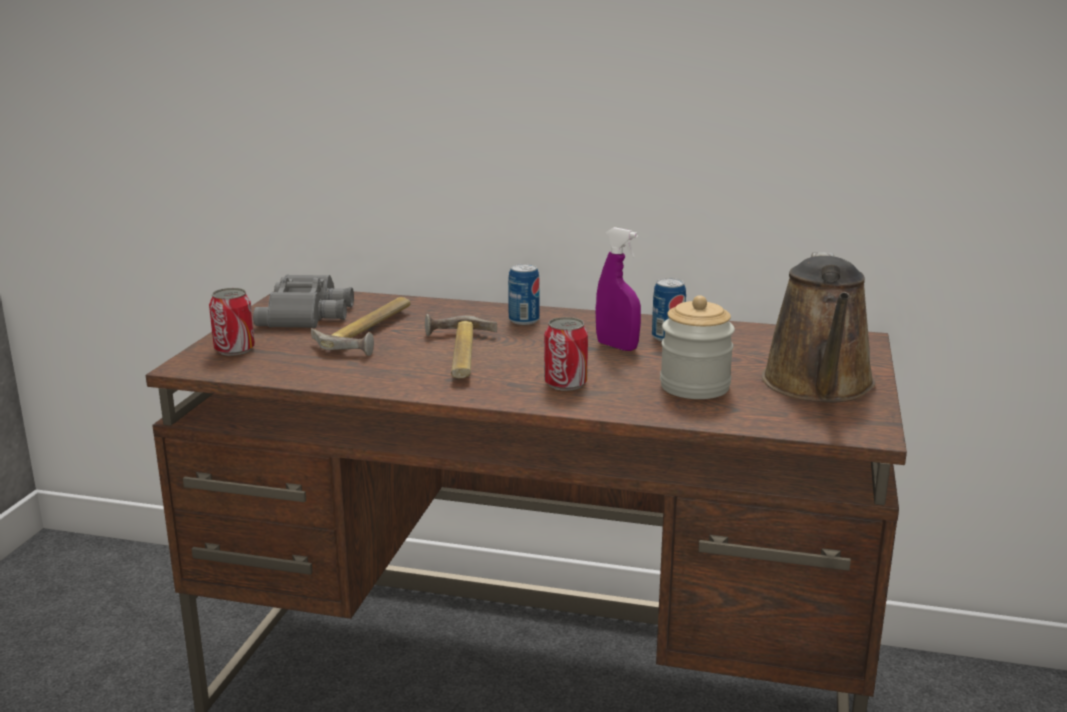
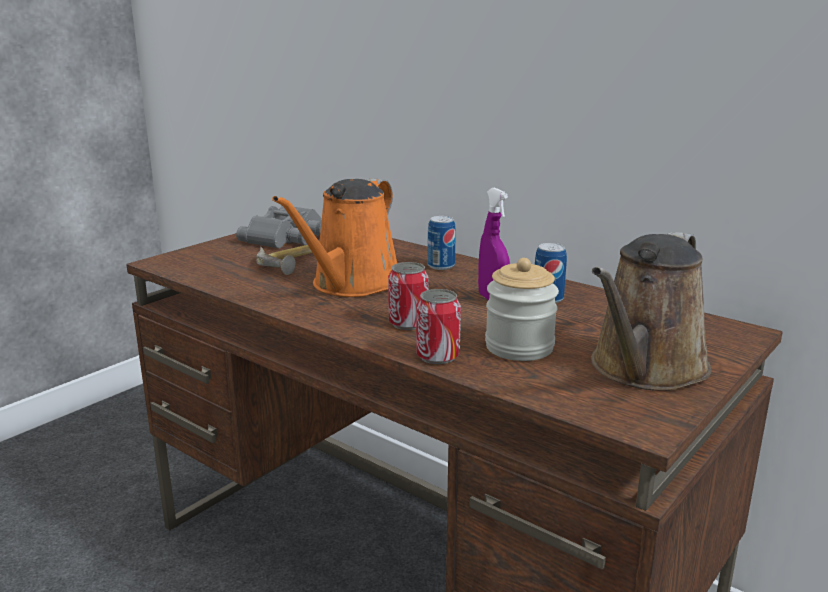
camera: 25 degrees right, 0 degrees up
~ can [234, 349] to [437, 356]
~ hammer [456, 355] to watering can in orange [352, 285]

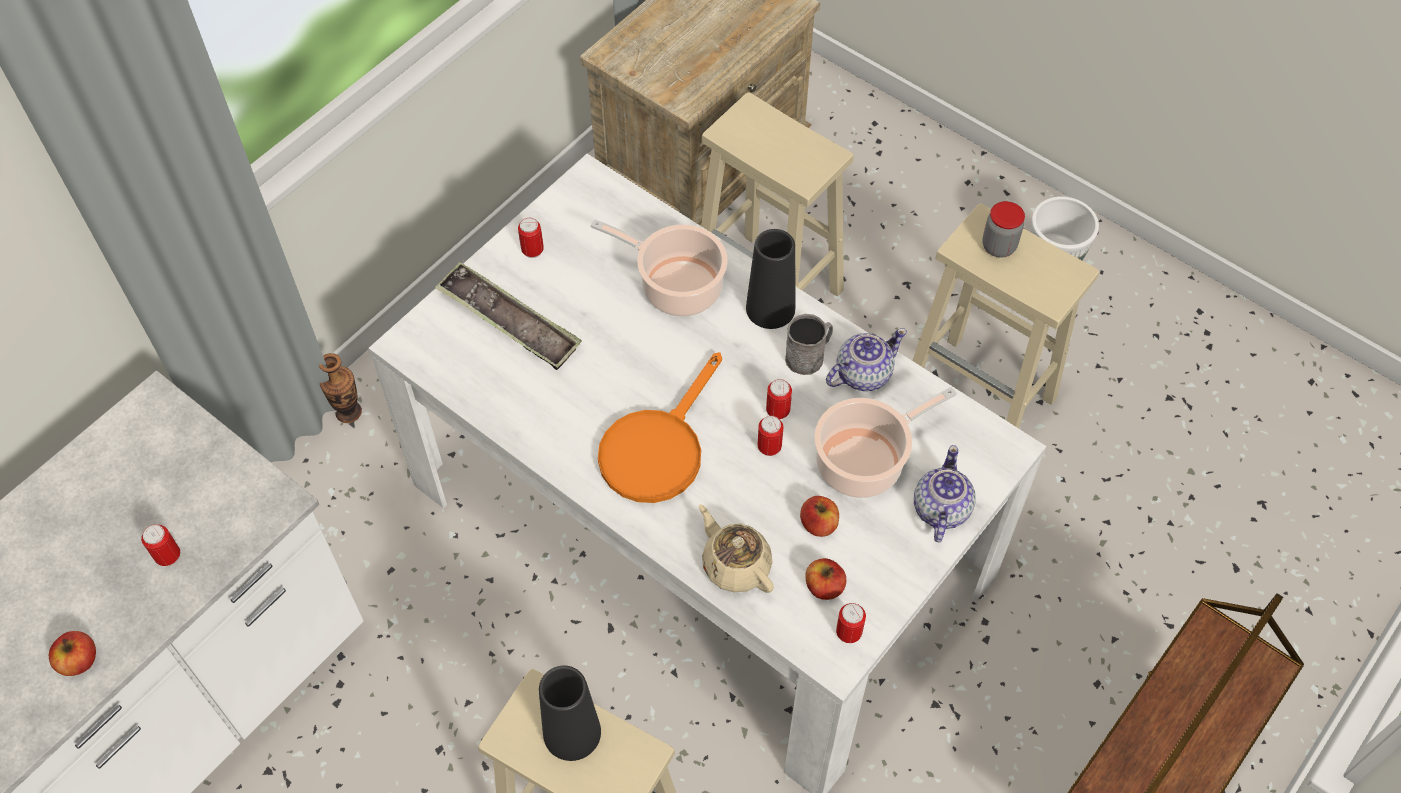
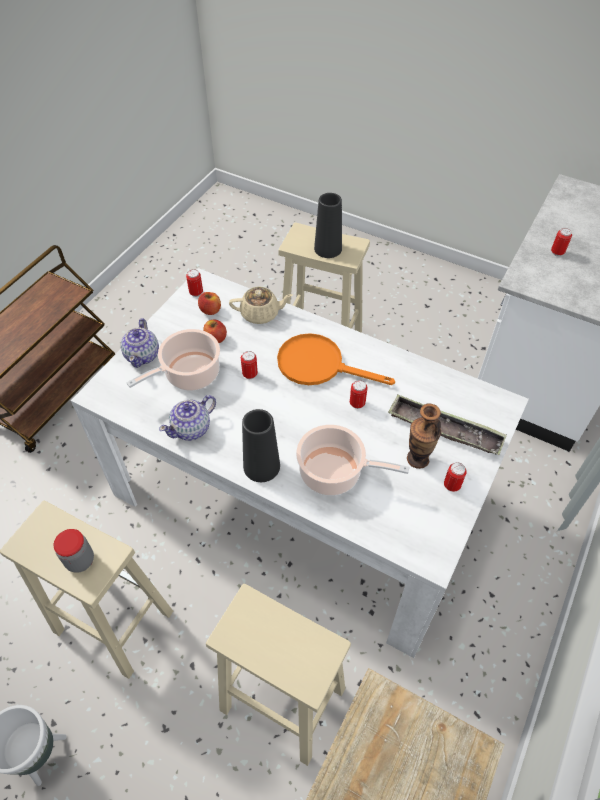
camera: 170 degrees right, 5 degrees down
- apple [79, 661]
~ vase [348, 412] to [417, 459]
~ frying pan in orange [657, 447] = [319, 365] 90 degrees counterclockwise
~ teapot in beige [735, 564] = [261, 314] 45 degrees counterclockwise
~ can [777, 411] to [357, 403]
- mug in grey [809, 356]

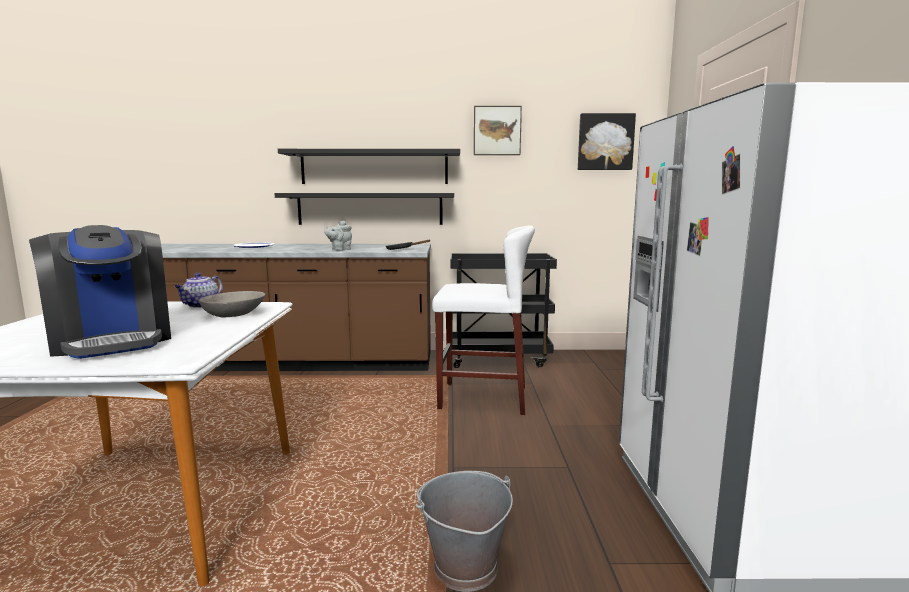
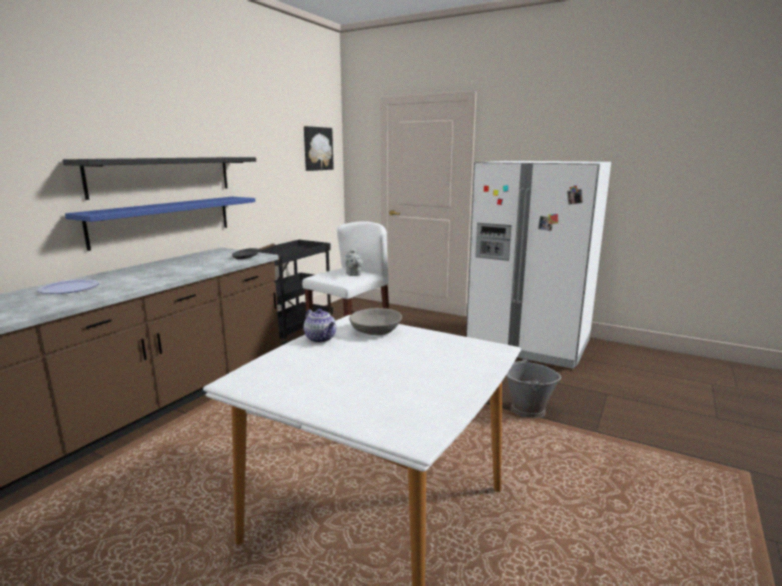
camera: 60 degrees left, 5 degrees up
- coffee machine [112, 341]
~ shelf in black [370, 208] to shelf in blue [163, 220]
~ teapot in grey [340, 249] to [353, 274]
- picture [497, 131]

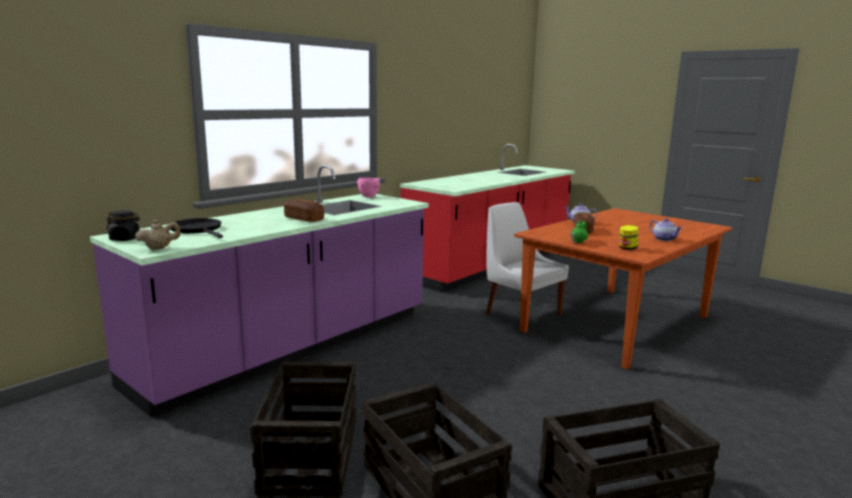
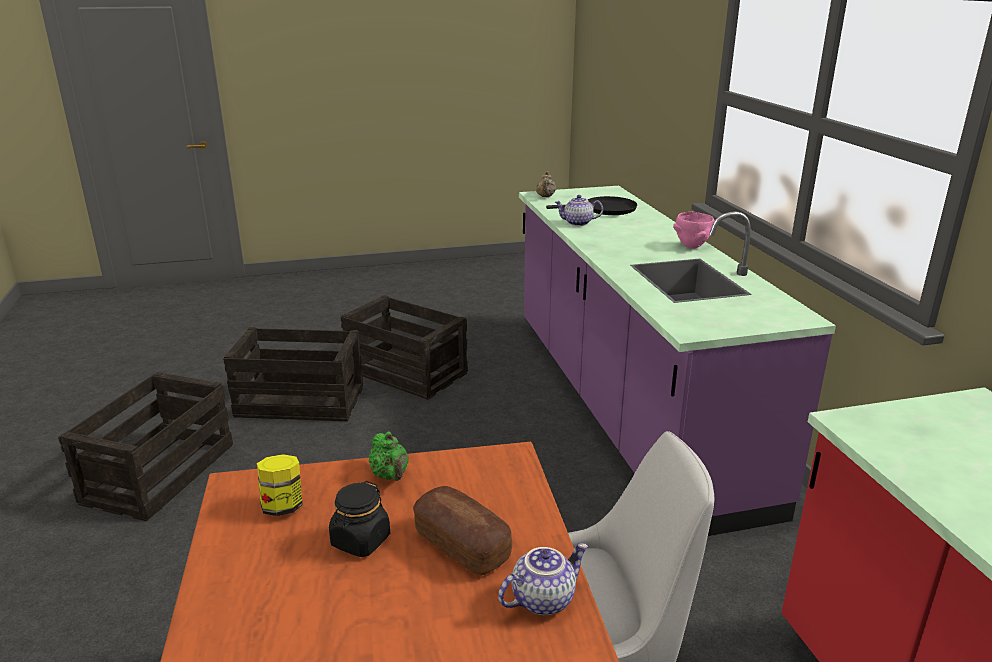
camera: 125 degrees right, 10 degrees up
~ jar in black [125, 239] to [360, 541]
- bread [304, 219]
~ bowl in pink [369, 197] to [691, 246]
~ teapot [664, 239] to [577, 223]

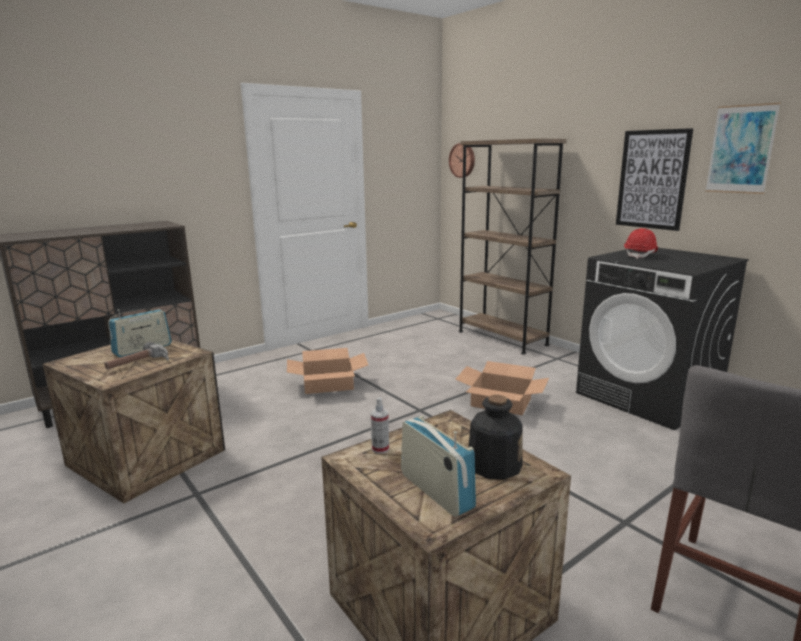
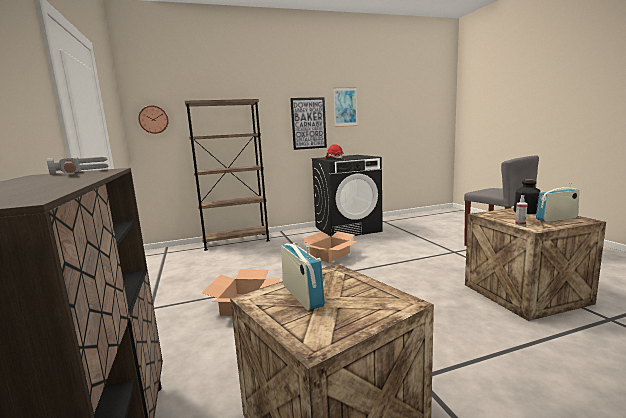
camera: 70 degrees left, 5 degrees down
~ hammer [140, 364] to [81, 173]

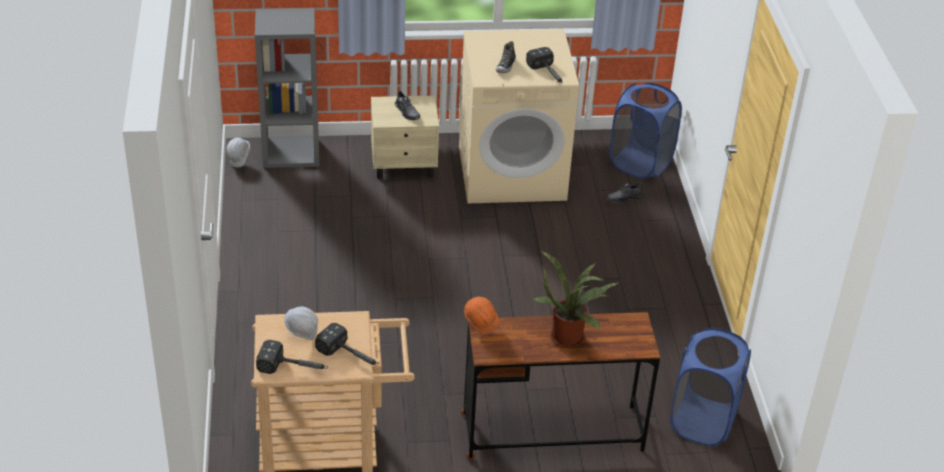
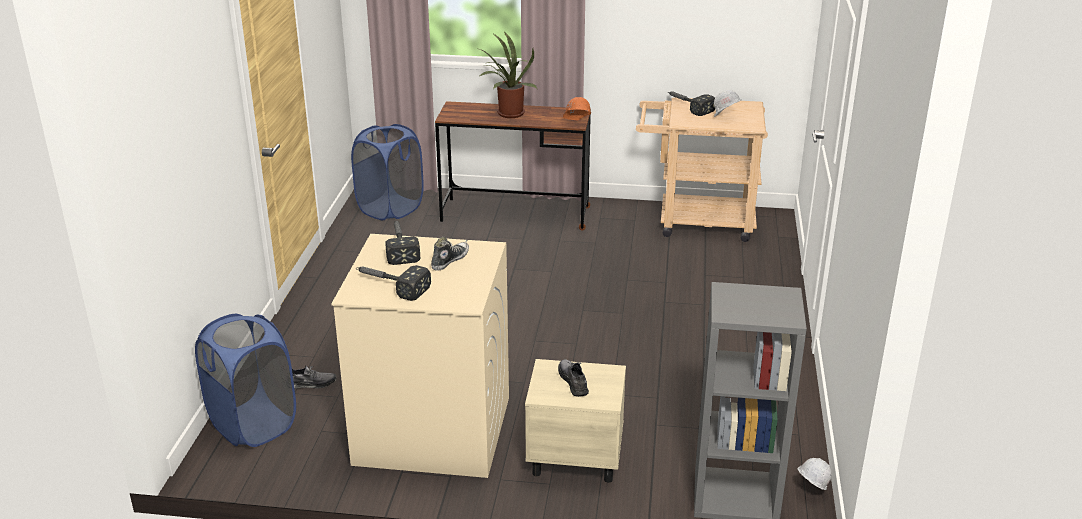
camera: 165 degrees left, 10 degrees down
~ hammer [294, 368] to [389, 285]

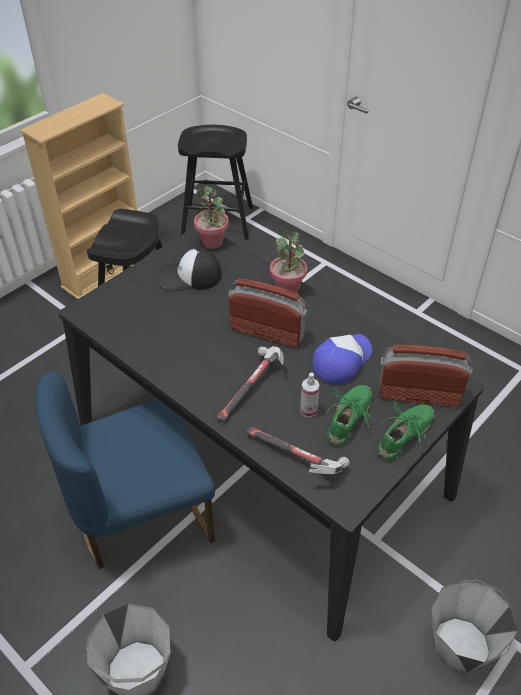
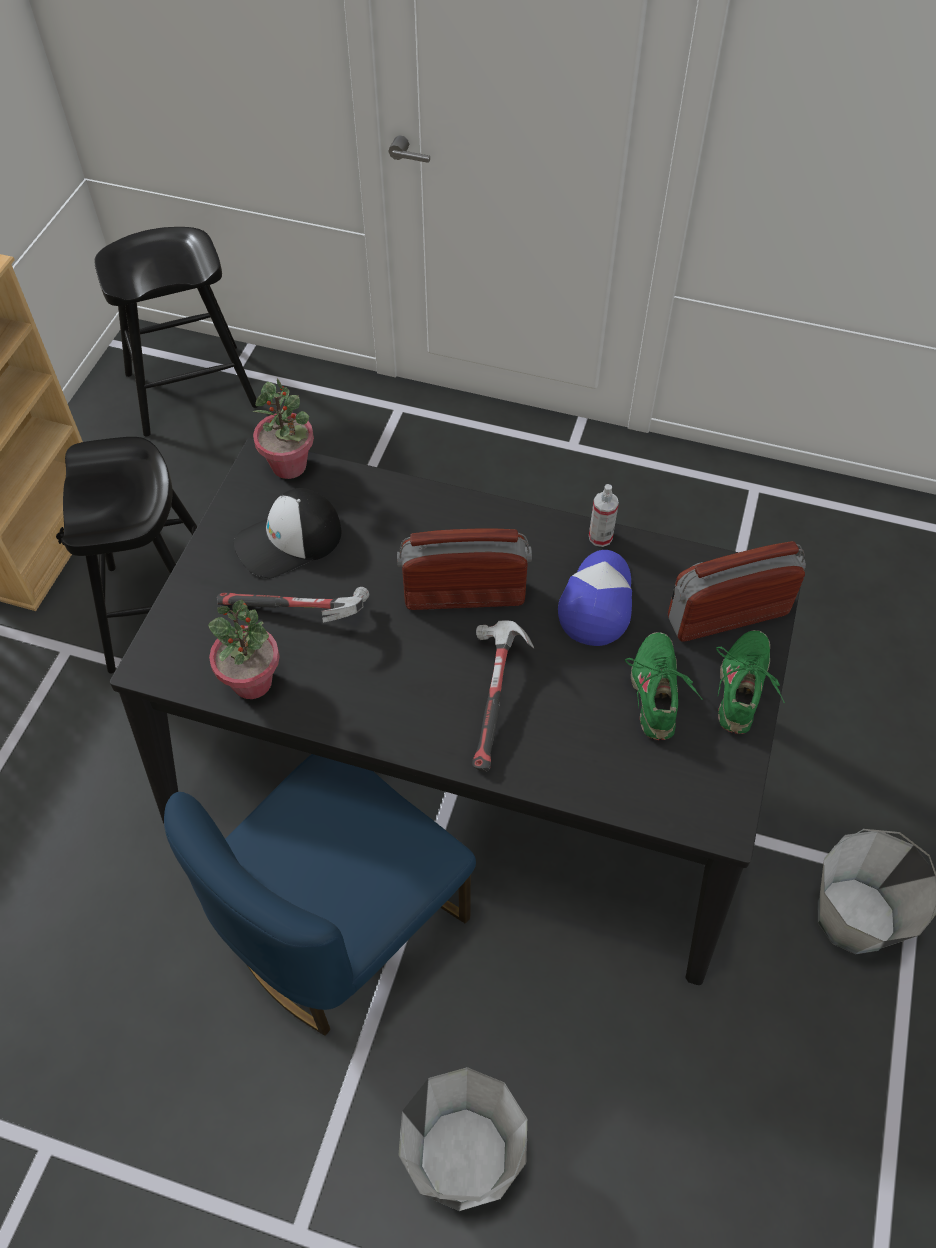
camera: 25 degrees left, 10 degrees up
~ hammer [296, 459] to [297, 613]
~ potted plant [287, 289] to [252, 681]
~ spray bottle [308, 410] to [600, 537]

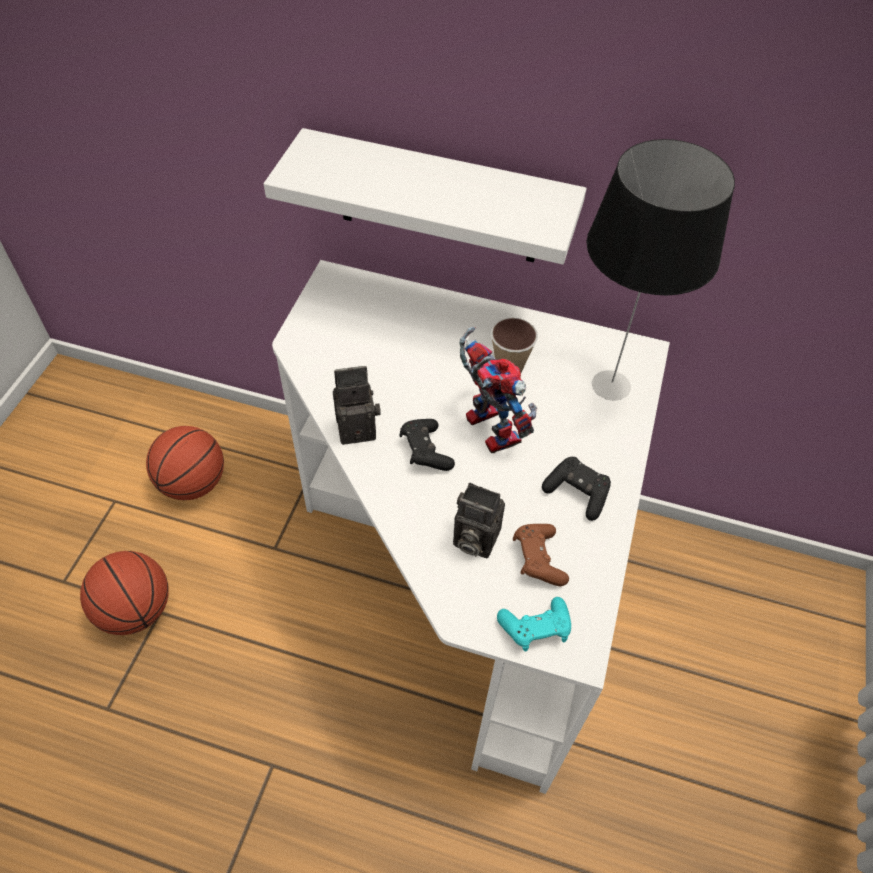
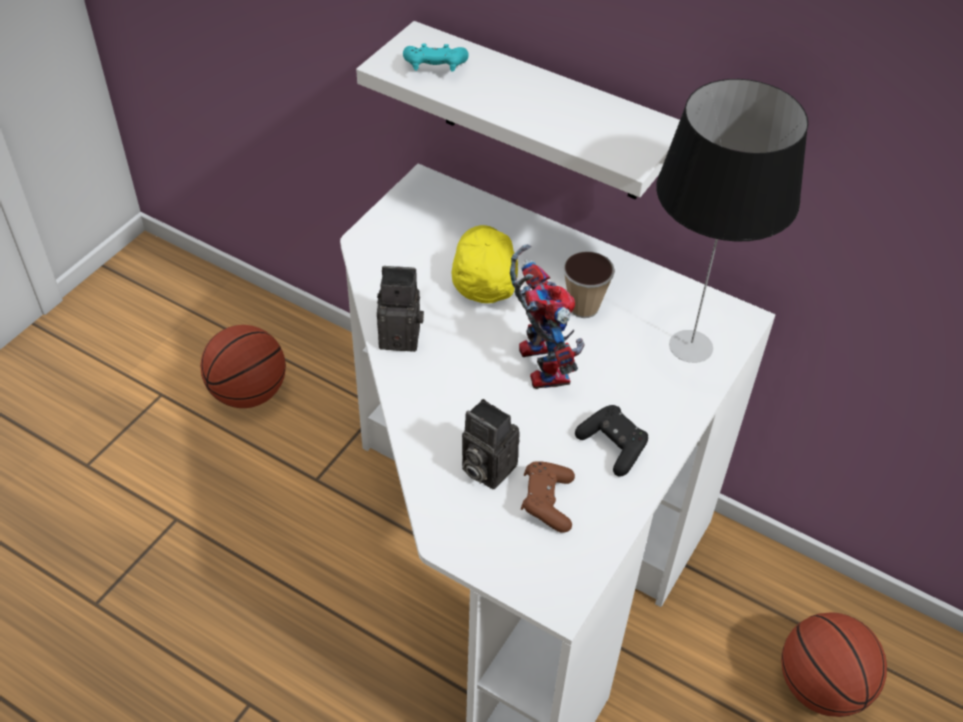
camera: 15 degrees right, 5 degrees down
~ basketball [136, 610] to [820, 686]
- game controller in black [425, 452]
~ game controller in turquoise [535, 629] to [435, 69]
+ cap in yellow [483, 272]

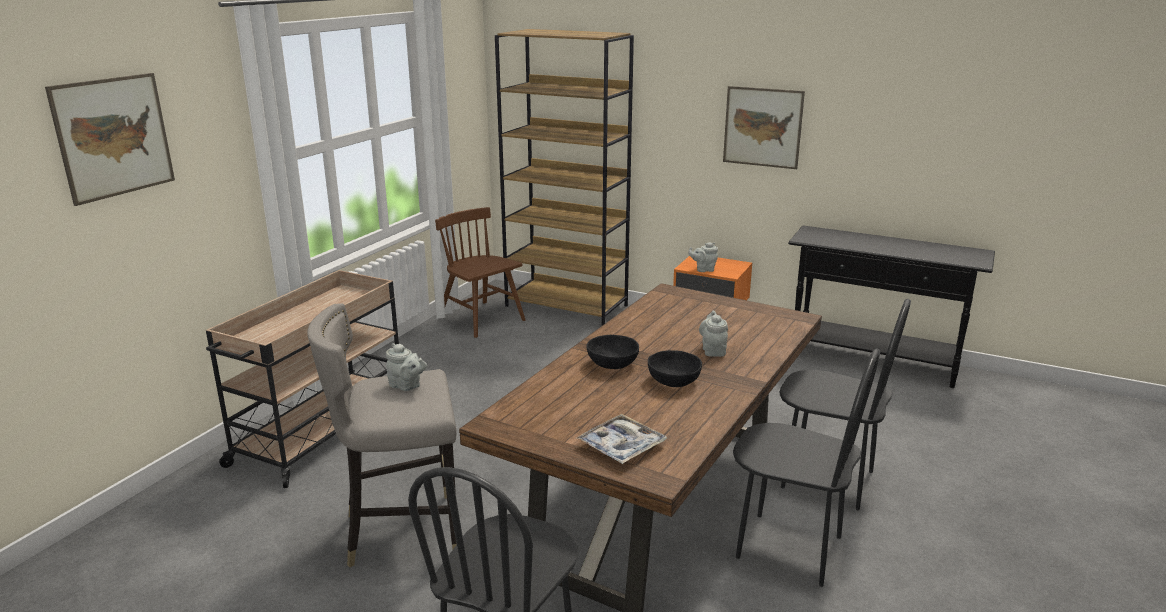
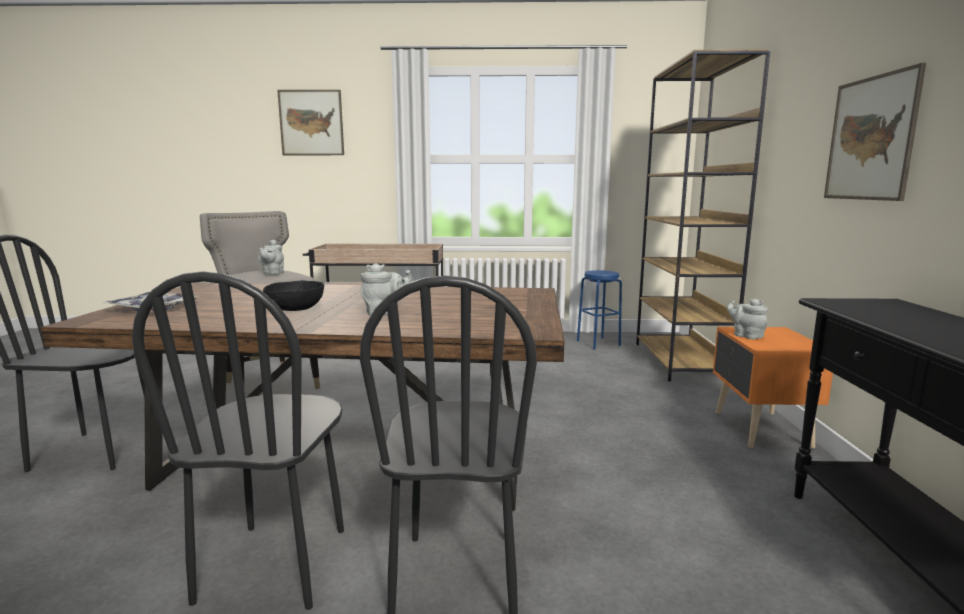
camera: 65 degrees right, 10 degrees down
~ chair in brown [481, 319] to stool in blue [598, 343]
- bowl in black [612, 364]

